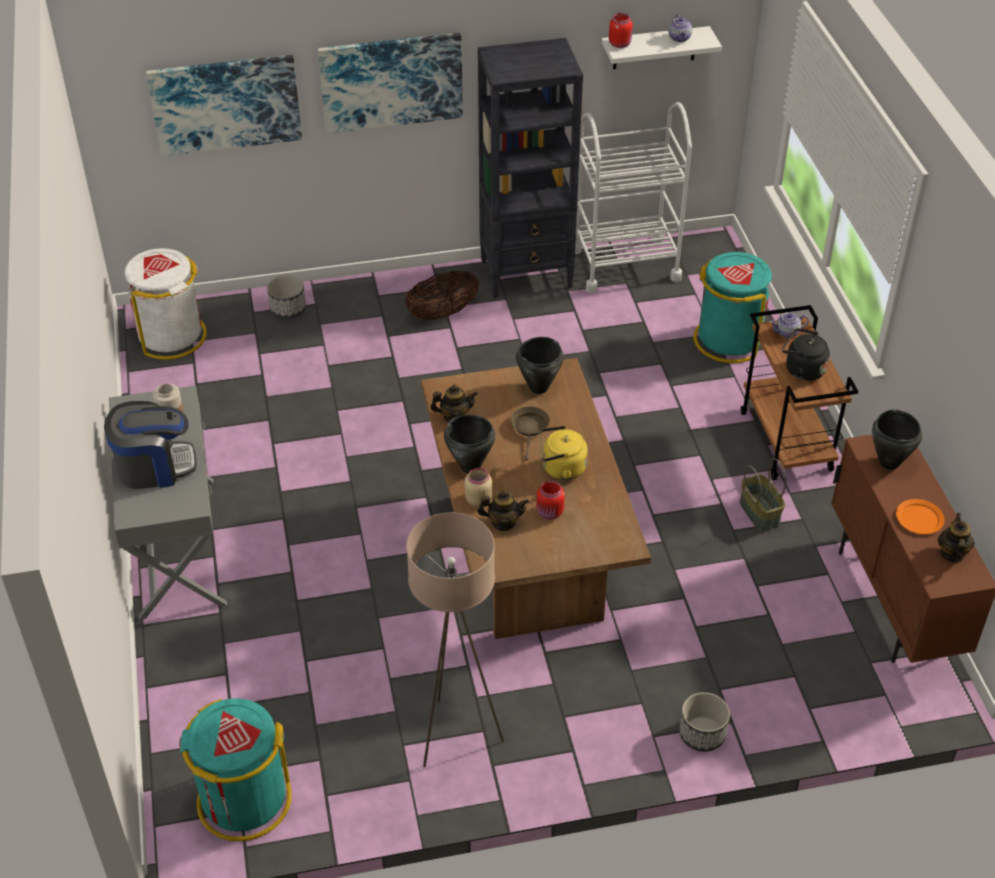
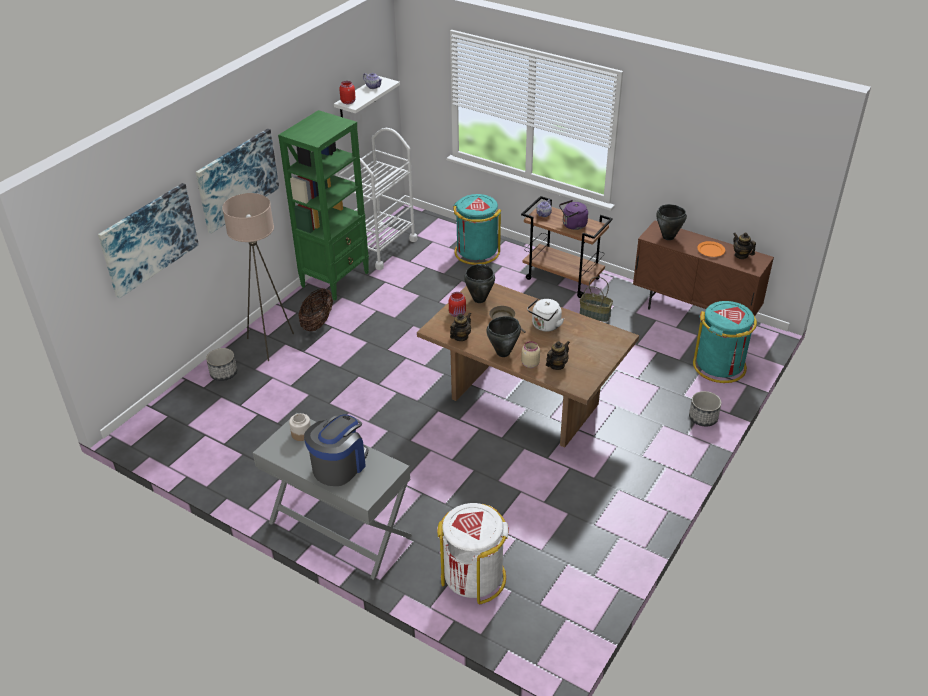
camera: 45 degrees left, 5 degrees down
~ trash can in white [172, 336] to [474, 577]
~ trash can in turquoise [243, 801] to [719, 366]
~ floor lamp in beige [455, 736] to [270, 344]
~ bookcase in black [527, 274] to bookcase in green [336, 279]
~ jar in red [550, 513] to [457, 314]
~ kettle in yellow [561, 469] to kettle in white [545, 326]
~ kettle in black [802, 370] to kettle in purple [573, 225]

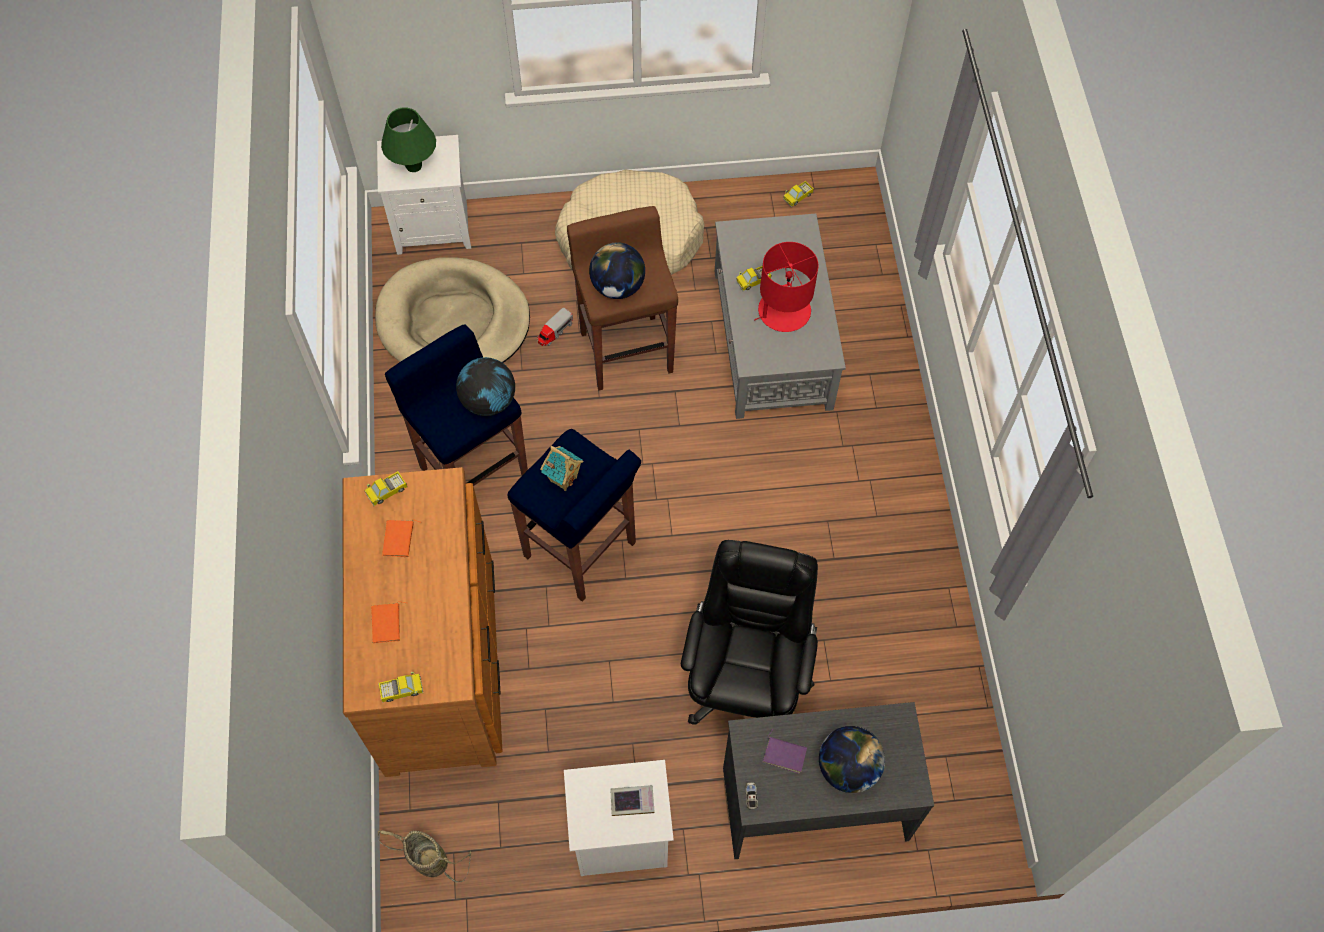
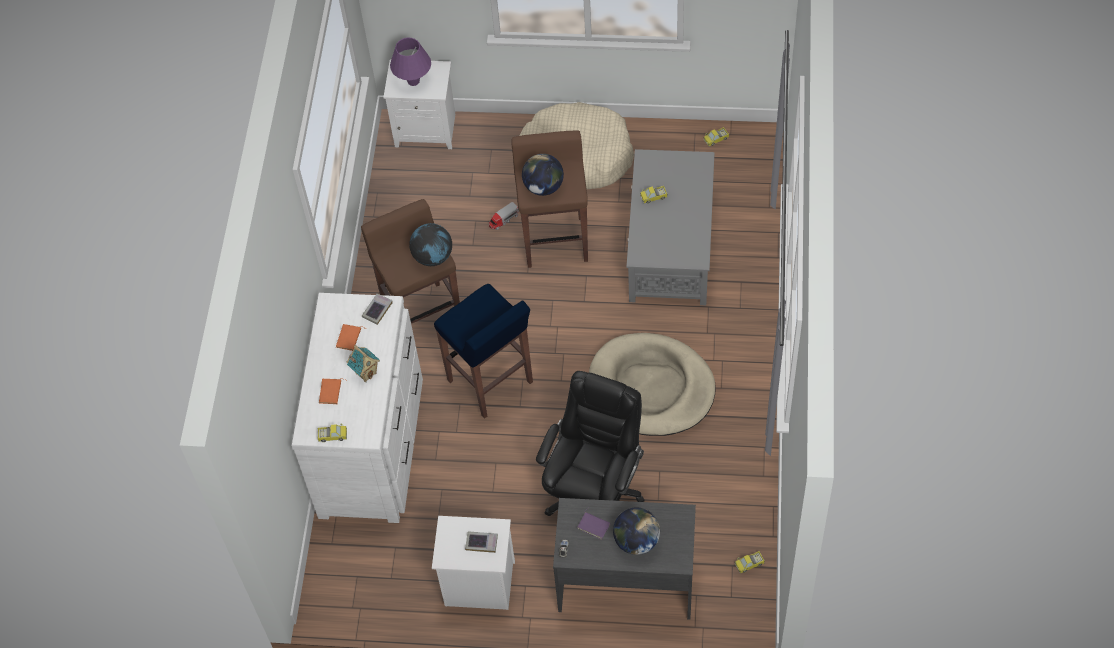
camera: 15 degrees right, 5 degrees down
~ dresser in brown [441, 661] to dresser in white [373, 446]
~ toy truck [387, 491] to [749, 564]
~ dog bed in beige [453, 321] to [651, 388]
- basket [427, 859]
~ table lamp in green [414, 166] to table lamp in purple [413, 81]
~ stool in blue [473, 470] to stool in brown [422, 314]
~ toy house [563, 478] to [366, 373]
- table lamp in red [783, 311]
+ book [377, 310]

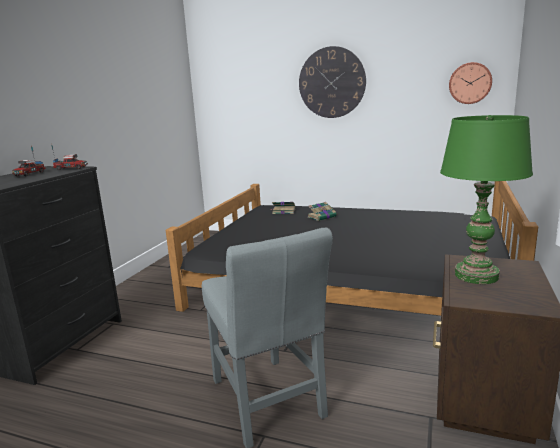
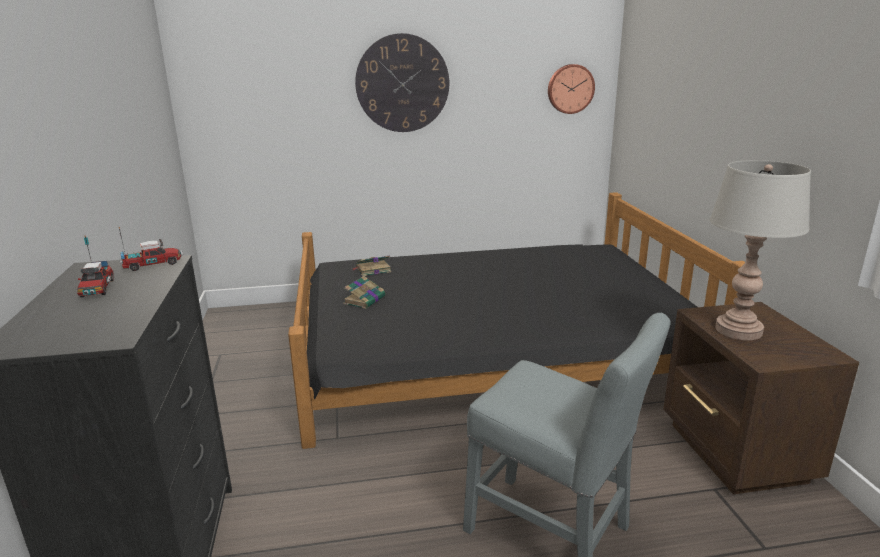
camera: 30 degrees left, 5 degrees up
~ book [322, 217] to [365, 300]
~ table lamp in green [476, 275] to table lamp in grey [738, 330]

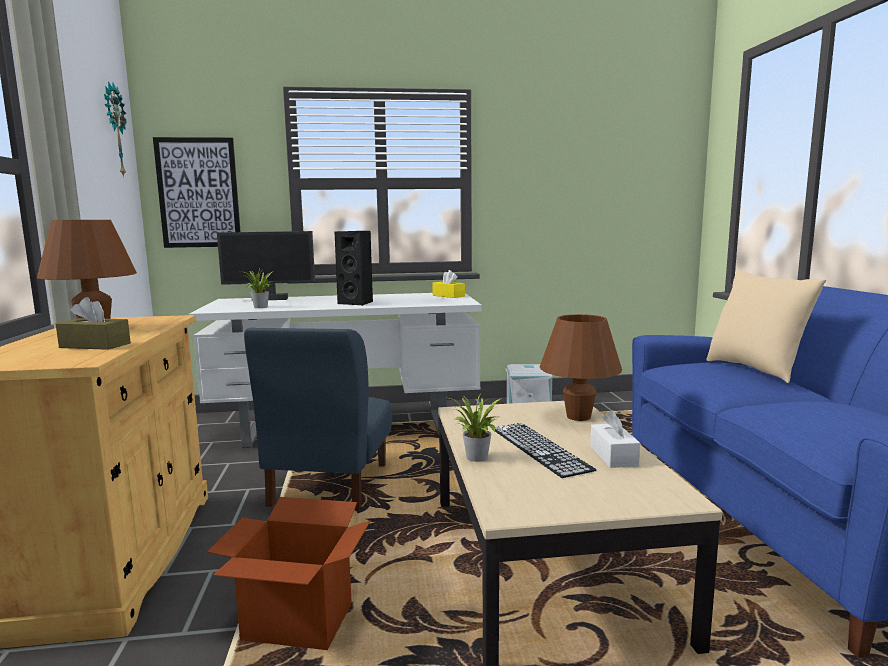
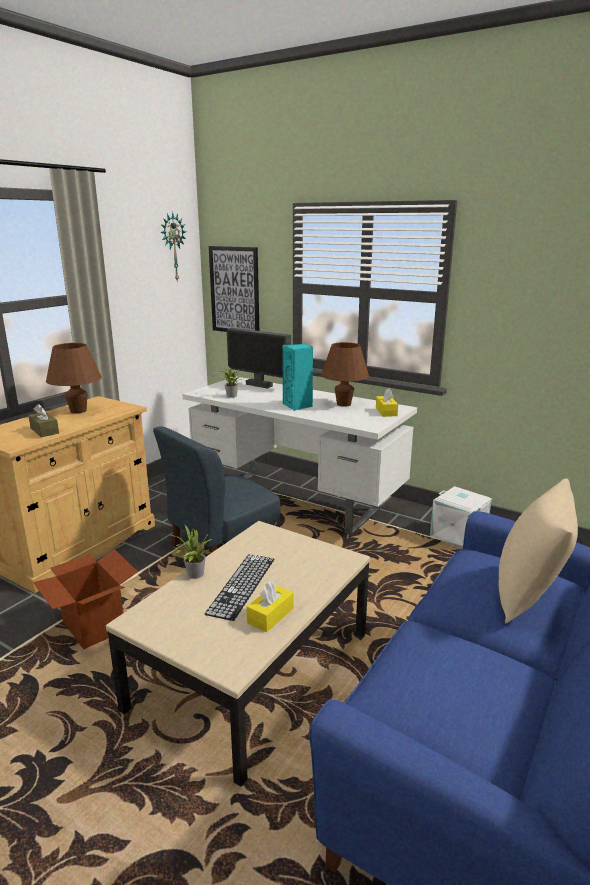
camera: 40 degrees right, 10 degrees up
~ speaker in black [357, 303] to speaker in turquoise [298, 406]
~ table lamp in brown [578, 417] to [344, 404]
~ tissue box in white [613, 456] to tissue box in yellow [270, 616]

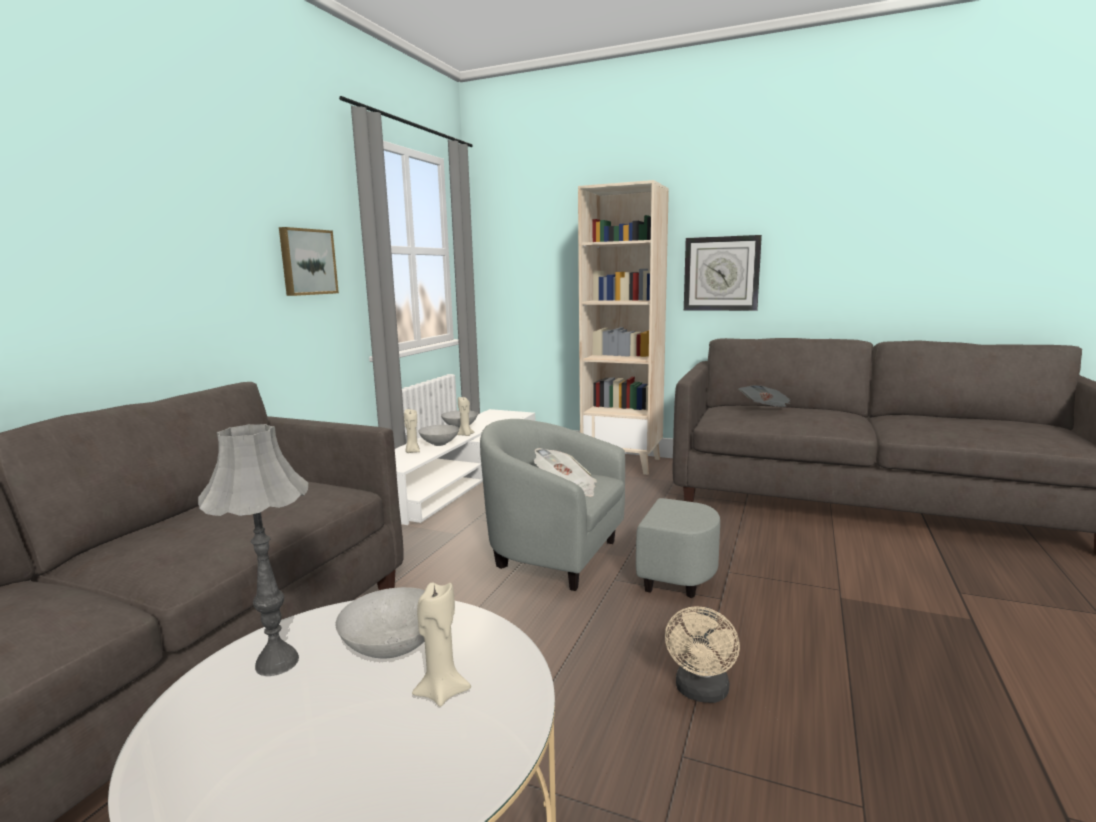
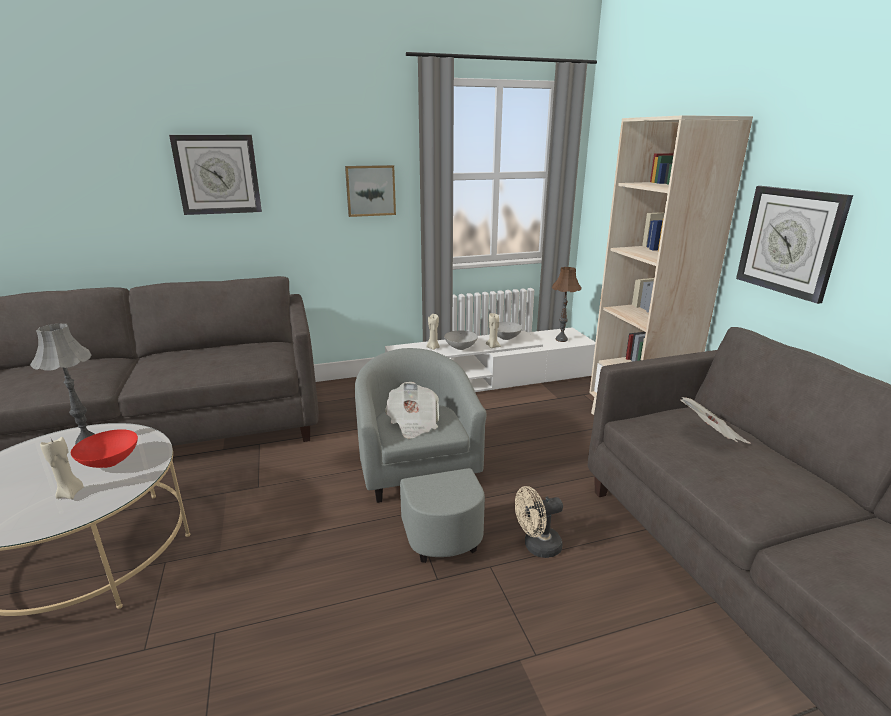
camera: 50 degrees right, 10 degrees up
~ bowl in grey [391, 649] to bowl in red [109, 462]
~ fan in beige [701, 692] to [537, 547]
+ wall clock [217, 174]
+ table lamp in brown [561, 339]

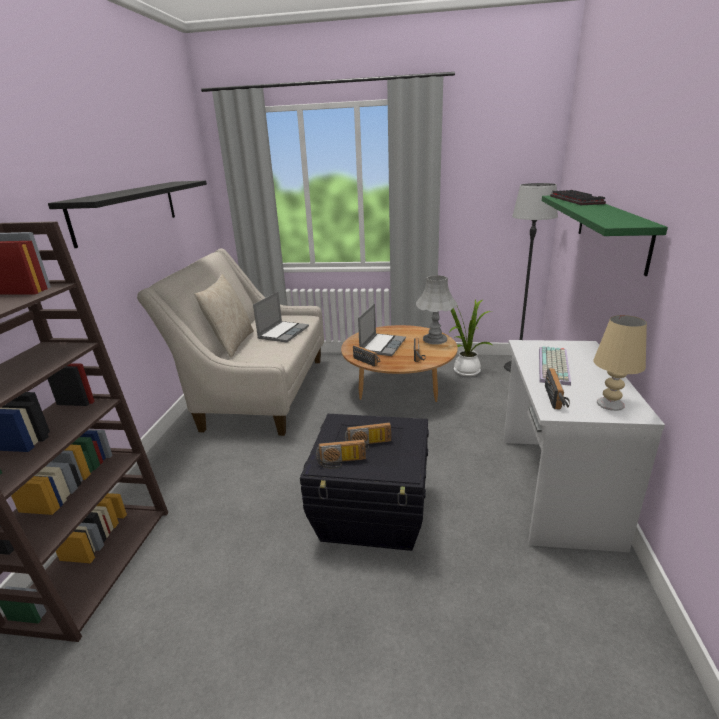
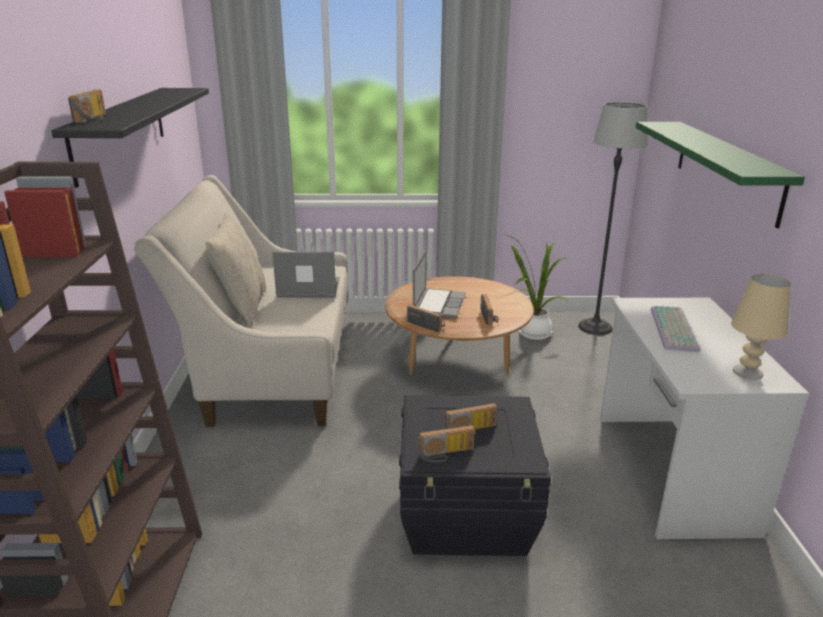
camera: 10 degrees left, 0 degrees up
~ laptop [283, 332] = [307, 289] 105 degrees counterclockwise
- table lamp in grey [435, 339]
~ radio [558, 398] to [95, 119]
- keyboard [577, 200]

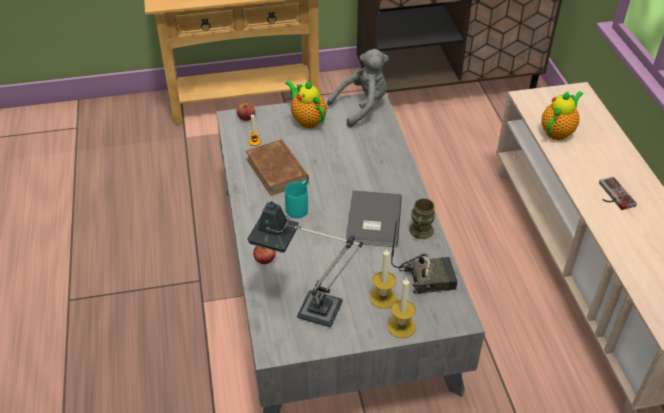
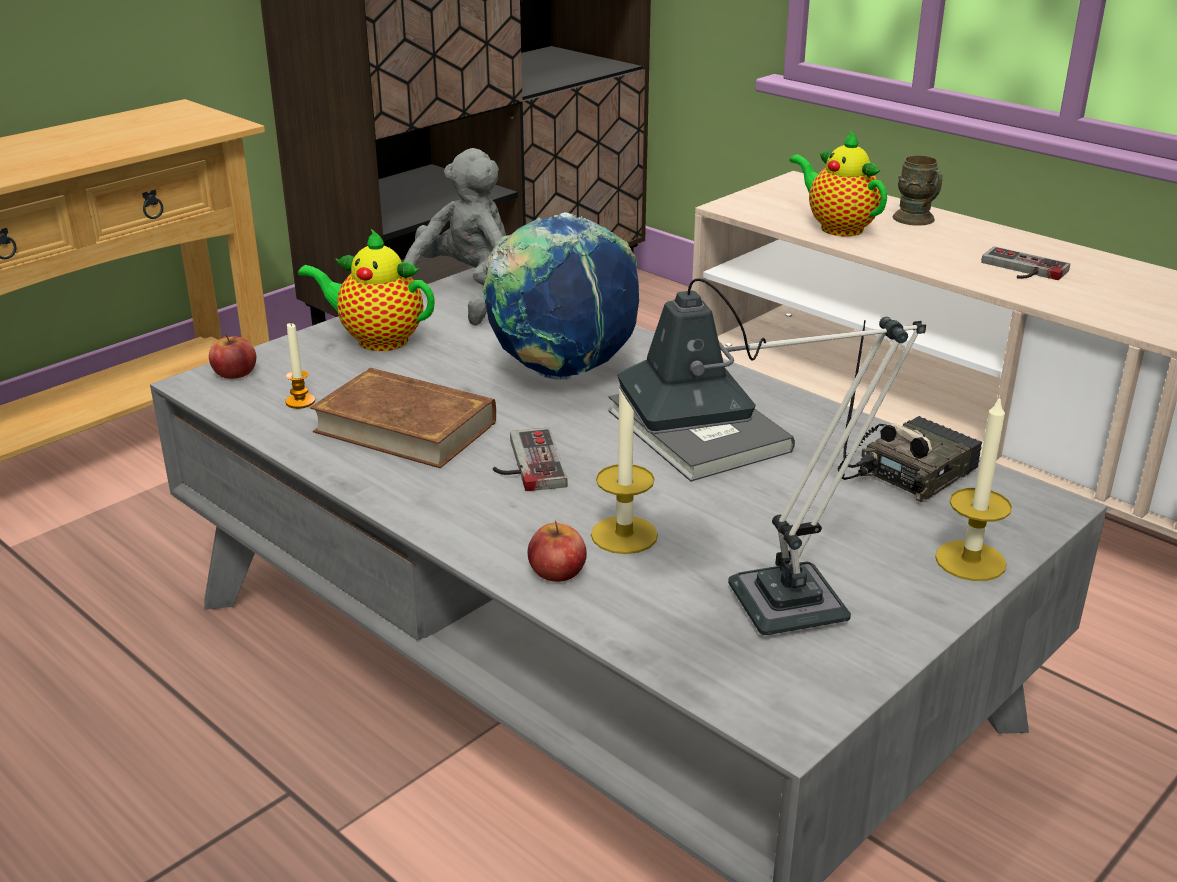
camera: 35 degrees left, 15 degrees down
~ mug in turquoise [299, 207] to game controller [525, 464]
~ candle [383, 297] to [624, 535]
~ mug in brown [420, 233] to [918, 221]
~ teapot [558, 131] = [837, 227] 45 degrees counterclockwise
+ globe [561, 372]

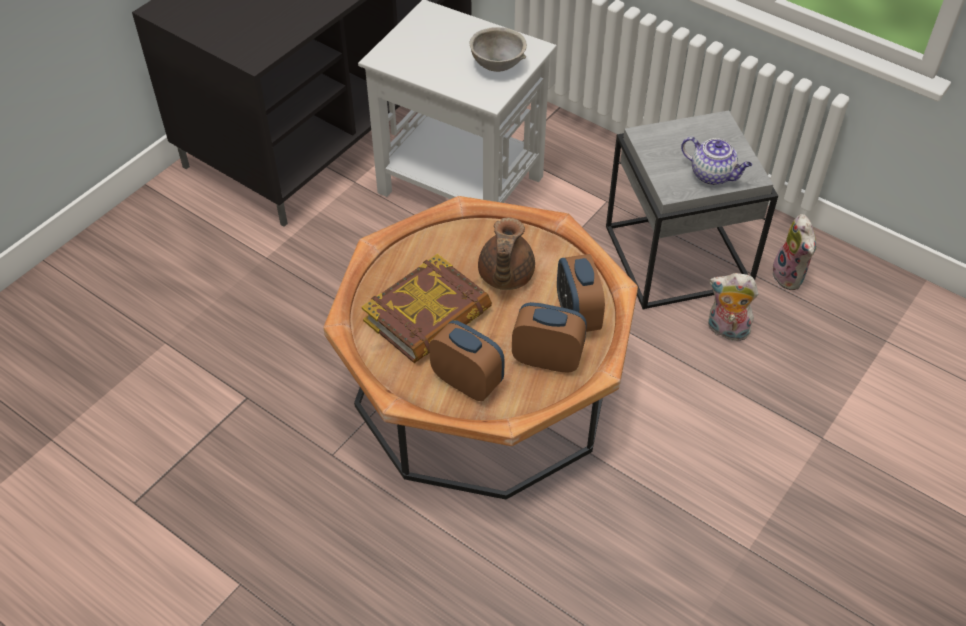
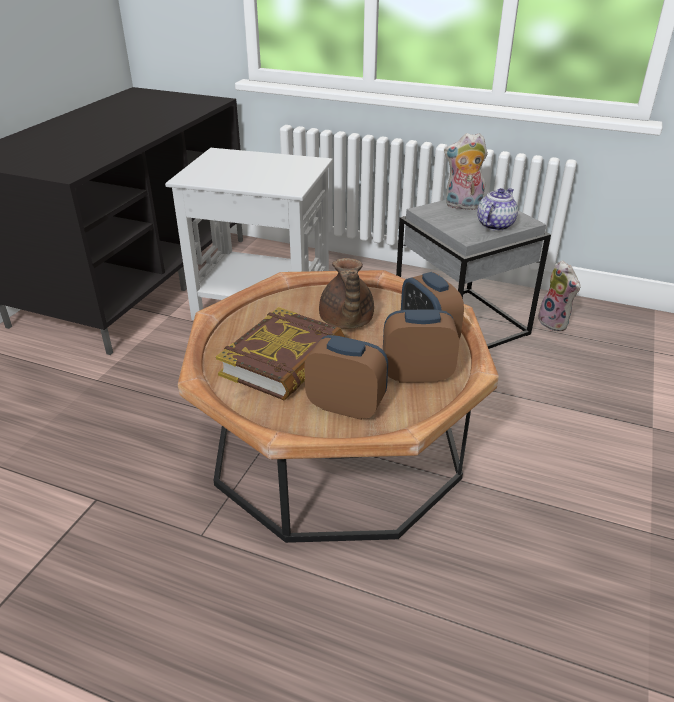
camera: 15 degrees left, 15 degrees down
- bowl in grey [497, 65]
~ teapot [713, 175] = [495, 225] 75 degrees counterclockwise
~ plush toy [726, 331] to [462, 206]

